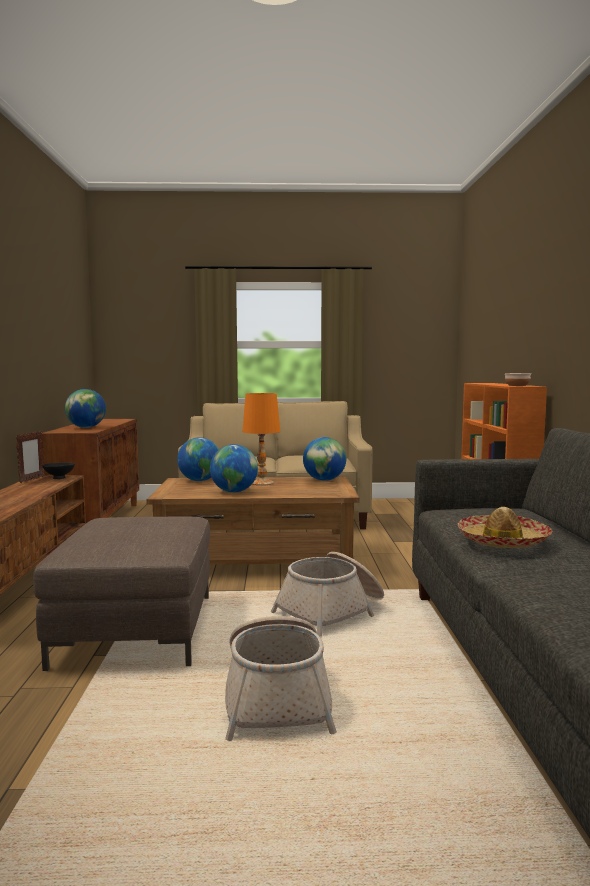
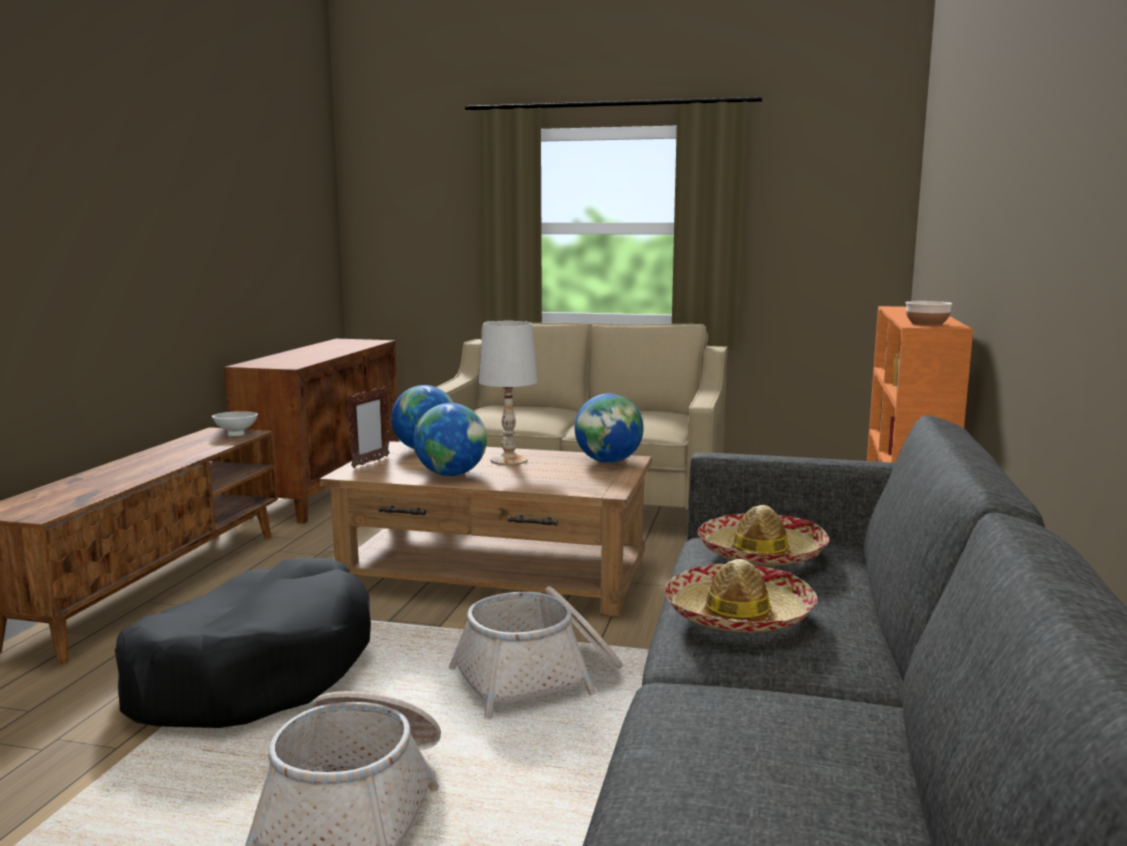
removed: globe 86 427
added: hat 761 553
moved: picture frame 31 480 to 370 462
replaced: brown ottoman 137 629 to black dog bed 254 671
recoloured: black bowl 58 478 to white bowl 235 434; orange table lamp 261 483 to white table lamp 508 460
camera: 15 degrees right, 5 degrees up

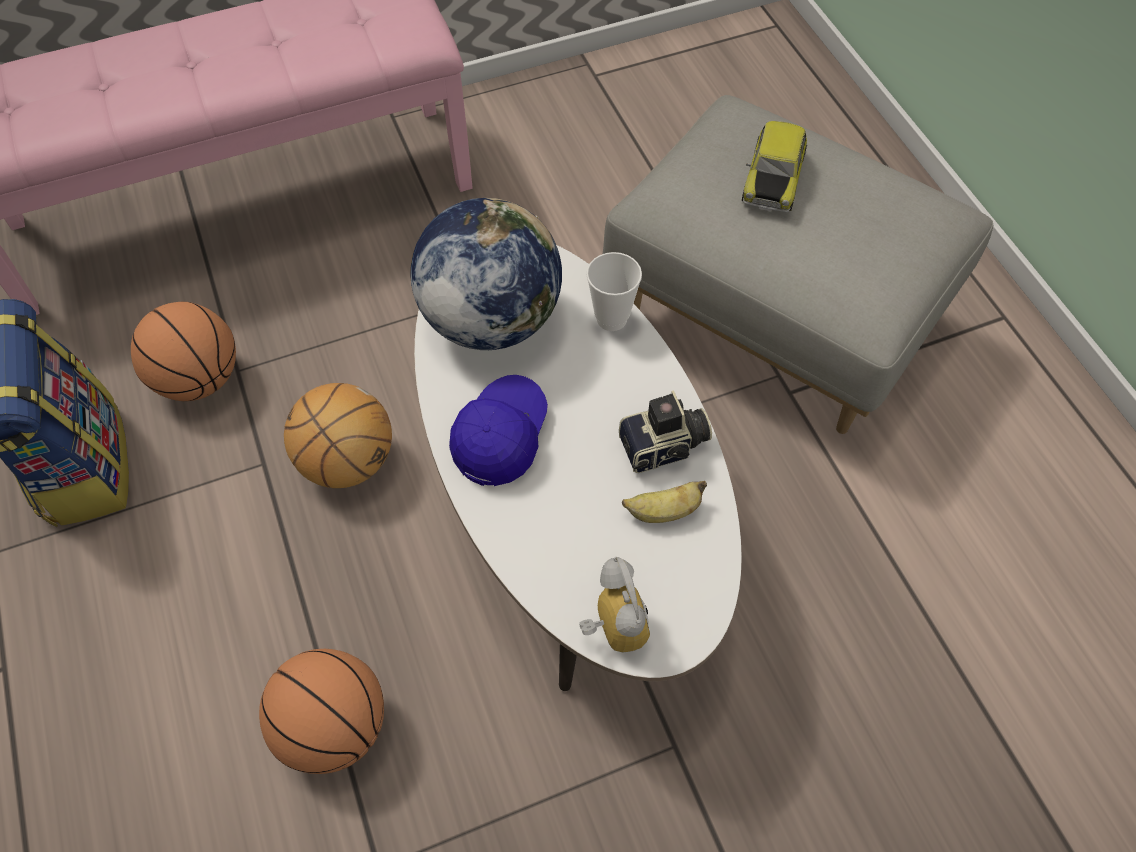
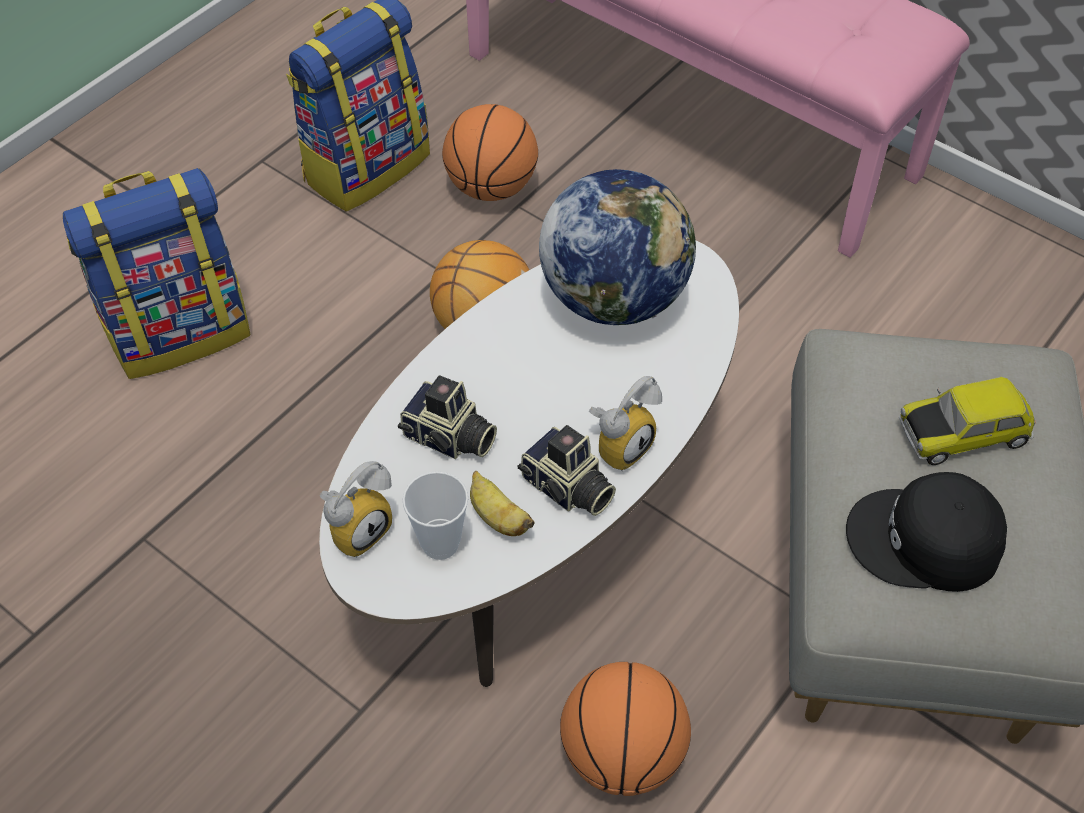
removed: blue cap 501 437
added: backpack 180 331; photo camera 449 439; alarm clock 620 444; black cap 925 542
moved: cup 611 318 to 440 544; basketball 334 727 to 622 753
camera: 60 degrees right, 5 degrees down

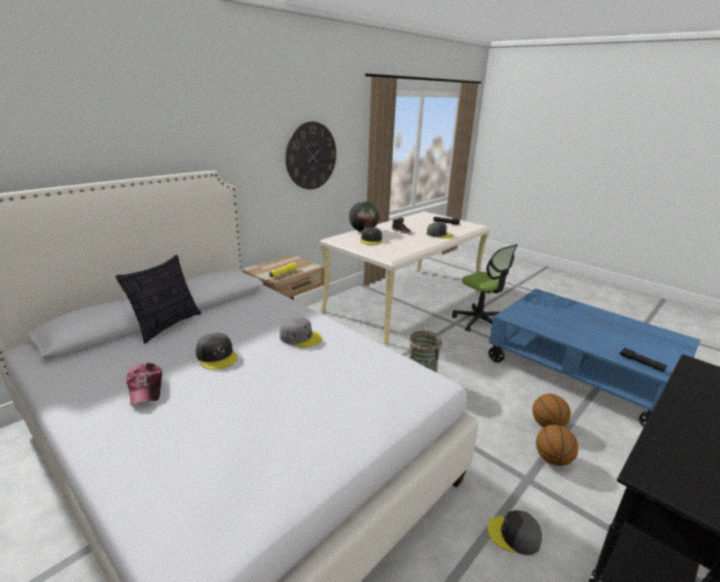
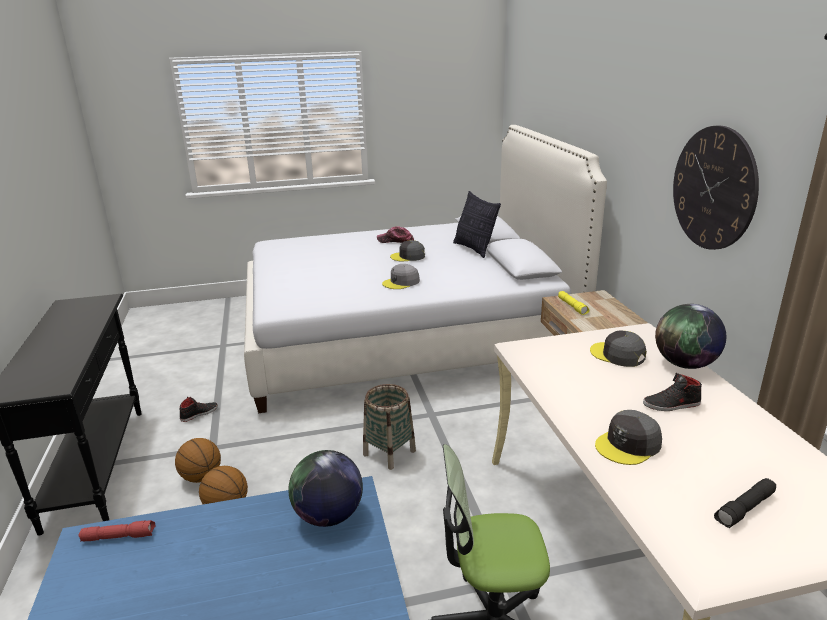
added: globe 328 516
replaced: grey cap 514 535 to black shoe 199 413
recoloured: black flashlight 641 363 to red flashlight 119 536
camera: 125 degrees right, 0 degrees up

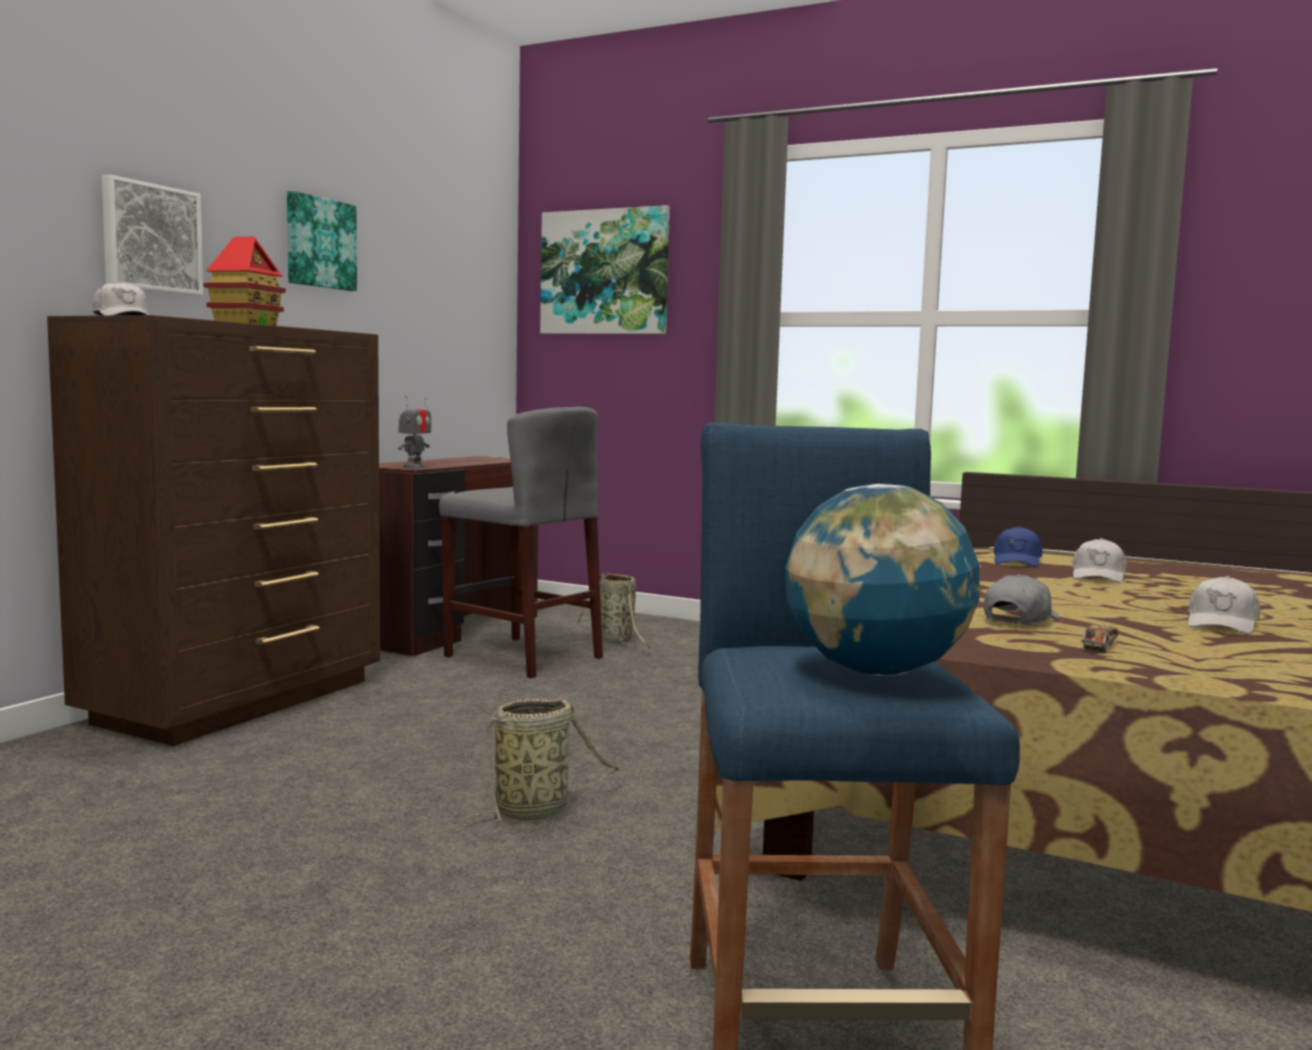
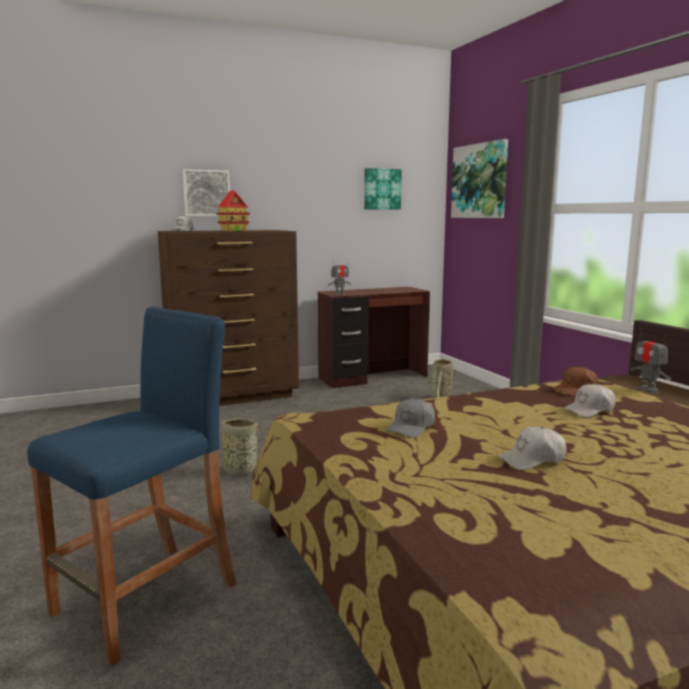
removed: grey stool 523 656; globe 876 672; toy car 1099 646
added: toy robot 647 390
moved: picture 319 243 to 382 189
recoloured: blue cap 1017 561 to brown cap 575 390
turned: grey cap 1020 619 = 411 427 135 degrees clockwise
camera: 40 degrees right, 5 degrees up

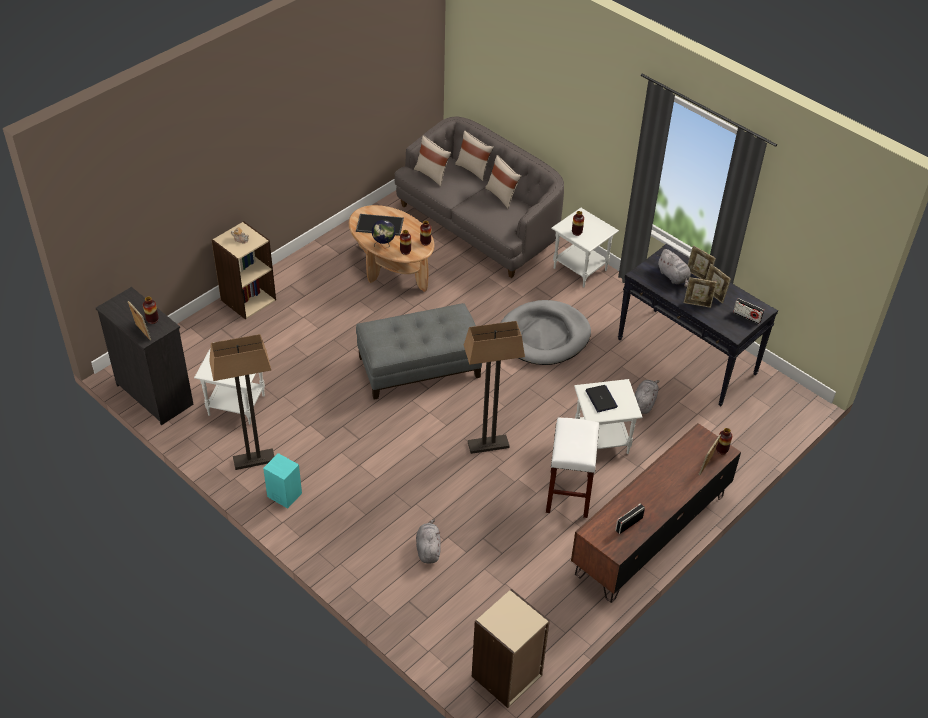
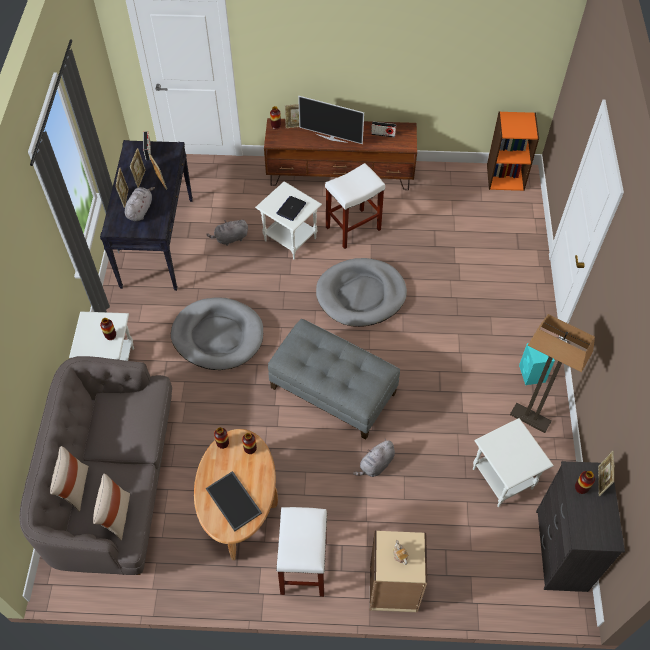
removed: globe 384 245; beige pillow 502 196
added: white stool 303 566; television 331 138
moved: grey plush toy 428 549 to 376 465
replaced: floor lamp 488 445 to grey dog bed 361 294
recoloured: beige bookcase 507 676 to orange bookcase 505 177
camera: 130 degrees left, 10 degrees up

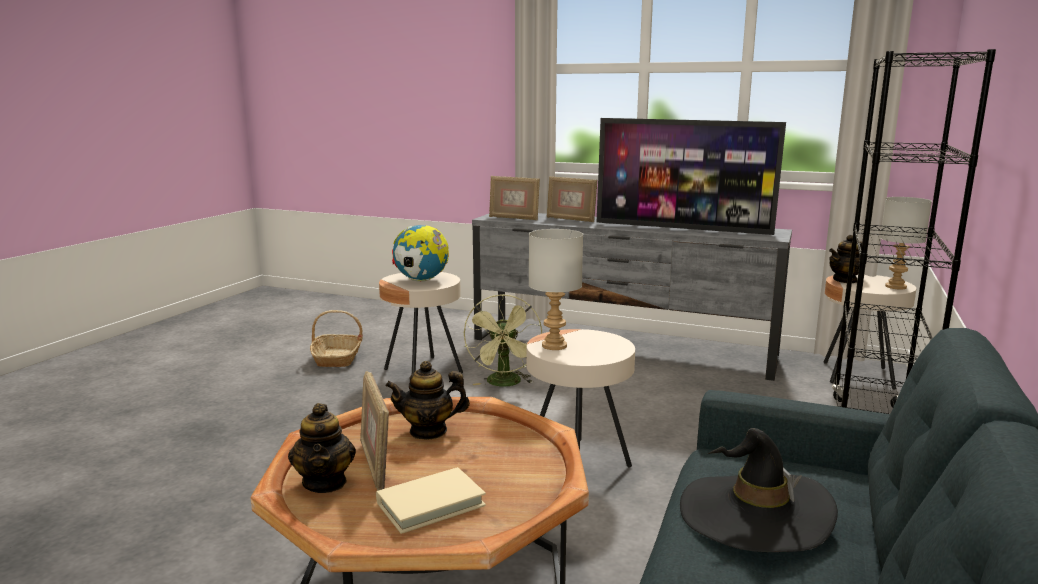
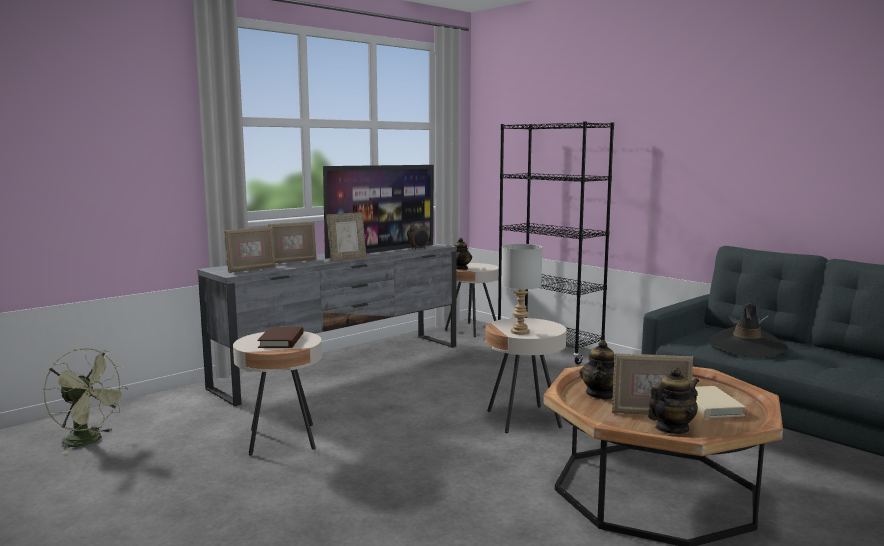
removed: basket 337 358; grey table lamp 896 287
added: picture frame 347 259; alarm clock 419 249
moved: green fan 505 384 to 89 441
replaced: globe 421 280 to brown book 281 341
turned: teapot 325 482 = 671 429 45 degrees counterclockwise
camera: 65 degrees left, 5 degrees down

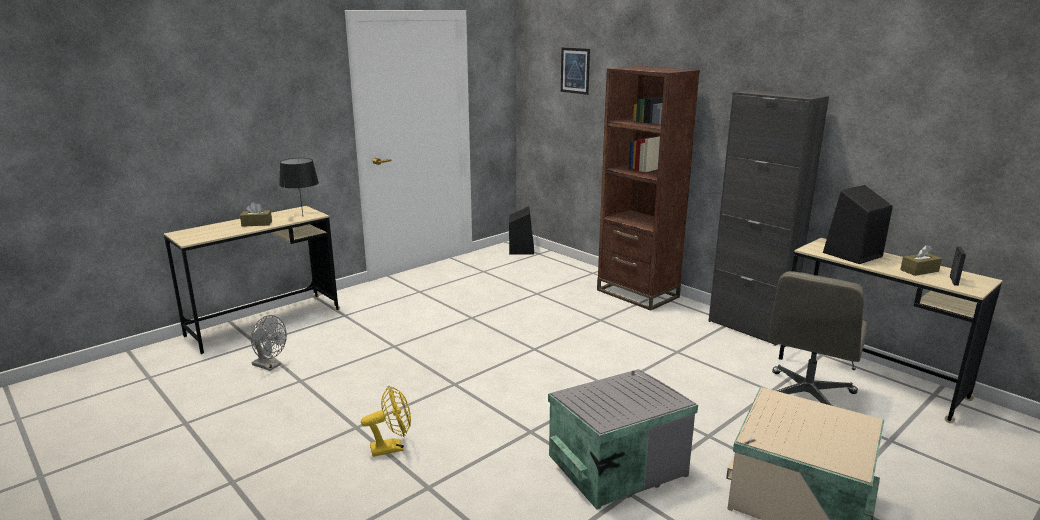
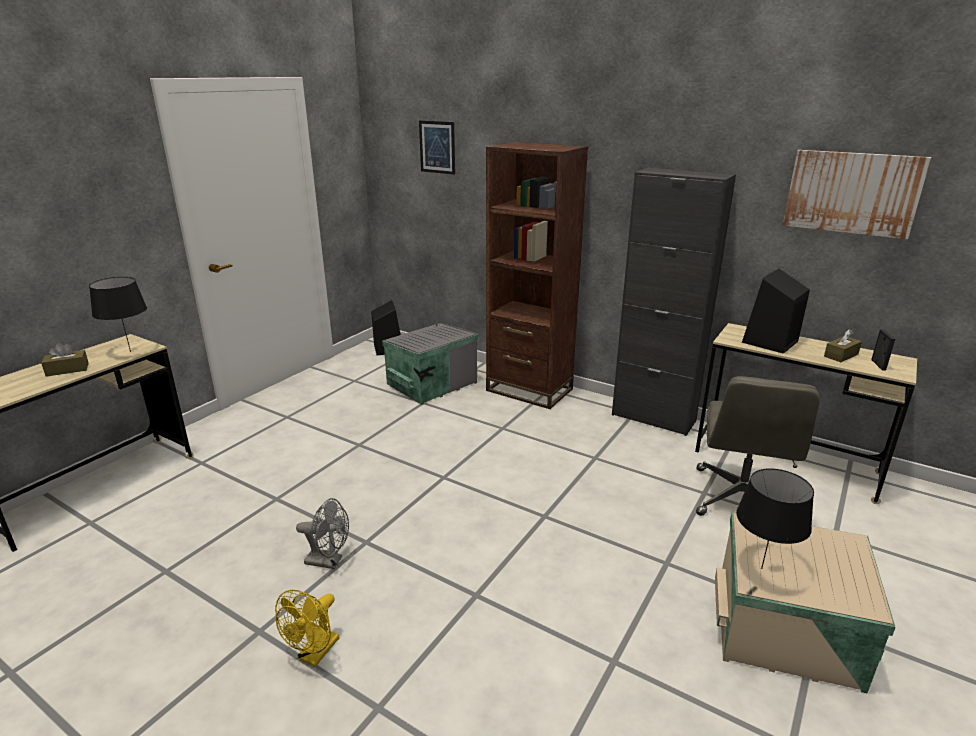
added: black table lamp 760 568; picture 852 193
moved: grey fan 270 366 to 329 561; grey storage box 614 464 to 430 383
turned: yellow fan 392 447 = 315 654 150 degrees clockwise
camera: 15 degrees left, 5 degrees up

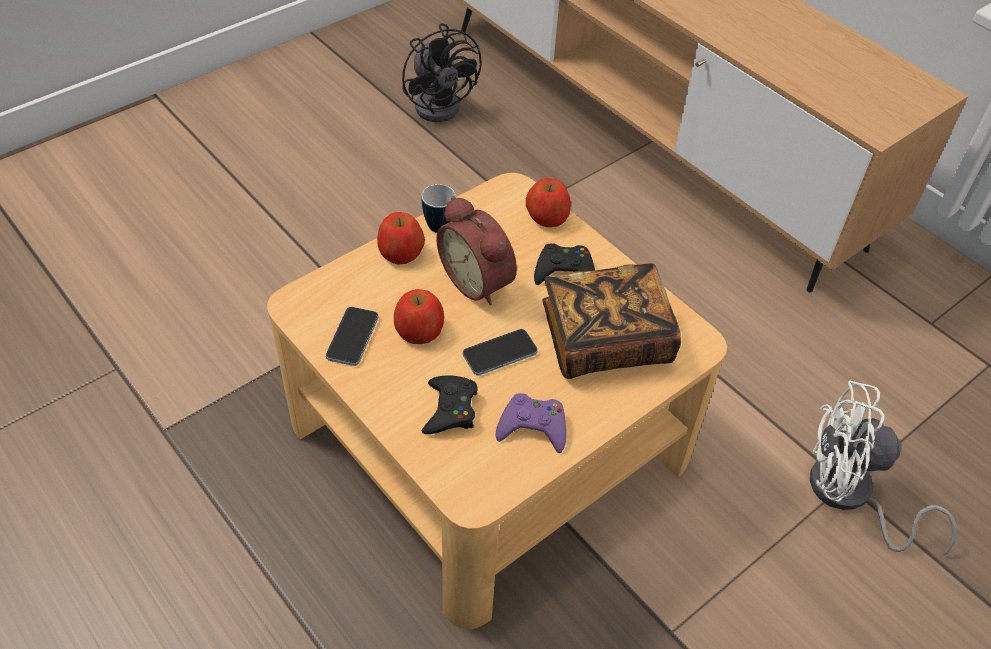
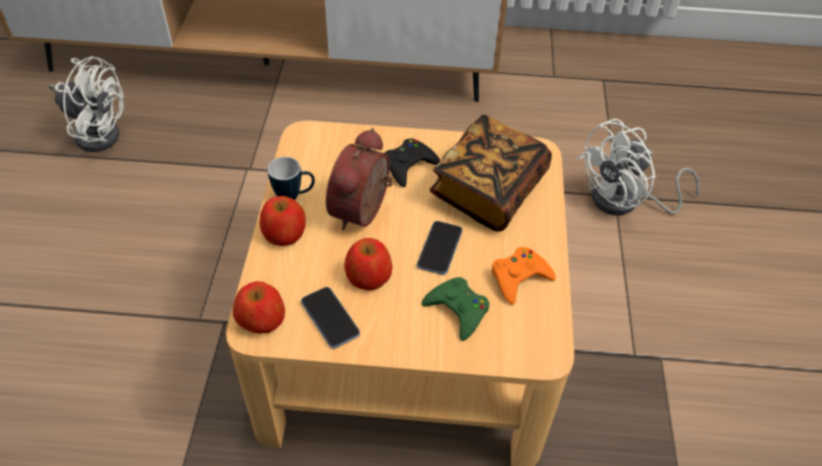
moved: apple 547 216 to 261 319
recoloured: black fan 442 103 to white fan 96 131; black game controller 450 409 to green game controller 458 310; purple game controller 533 427 to orange game controller 519 278
turned: alarm clock 479 281 = 364 212 105 degrees clockwise
camera: 45 degrees left, 0 degrees up

